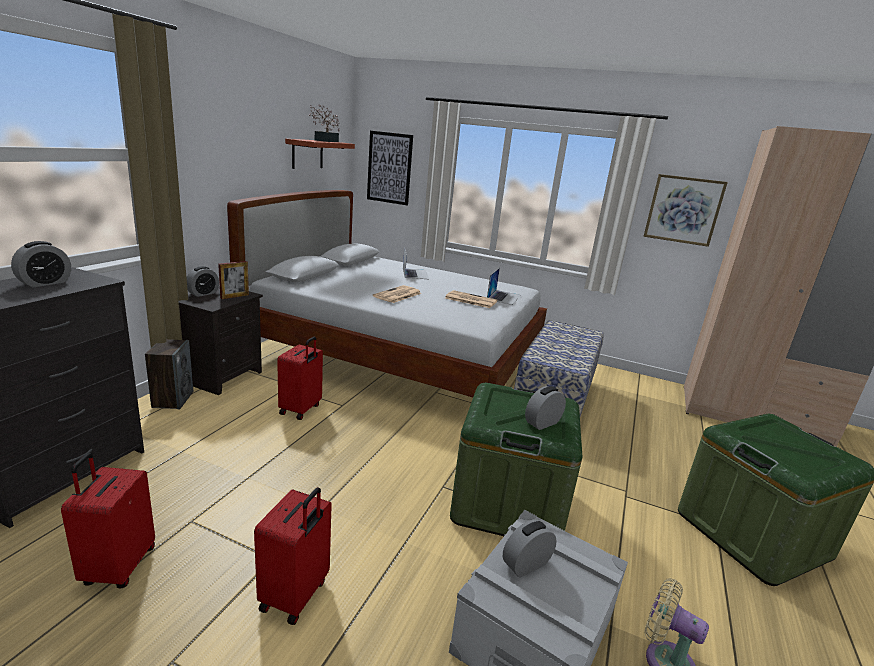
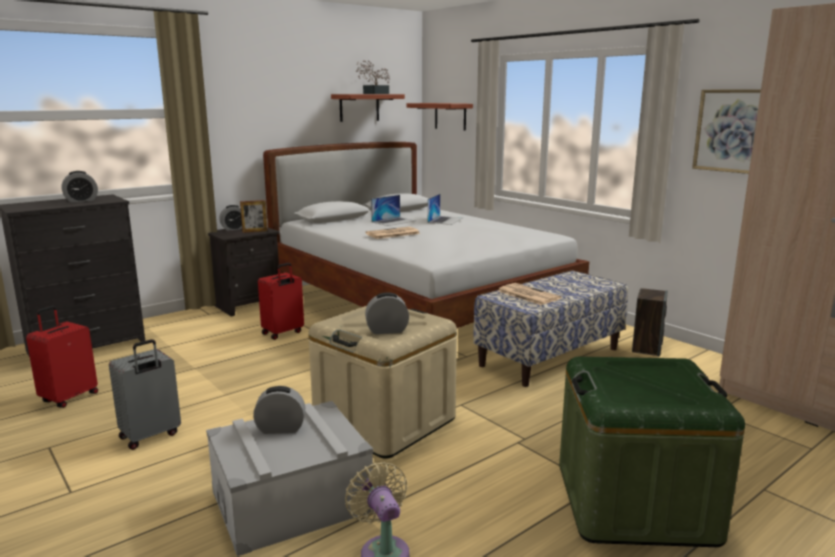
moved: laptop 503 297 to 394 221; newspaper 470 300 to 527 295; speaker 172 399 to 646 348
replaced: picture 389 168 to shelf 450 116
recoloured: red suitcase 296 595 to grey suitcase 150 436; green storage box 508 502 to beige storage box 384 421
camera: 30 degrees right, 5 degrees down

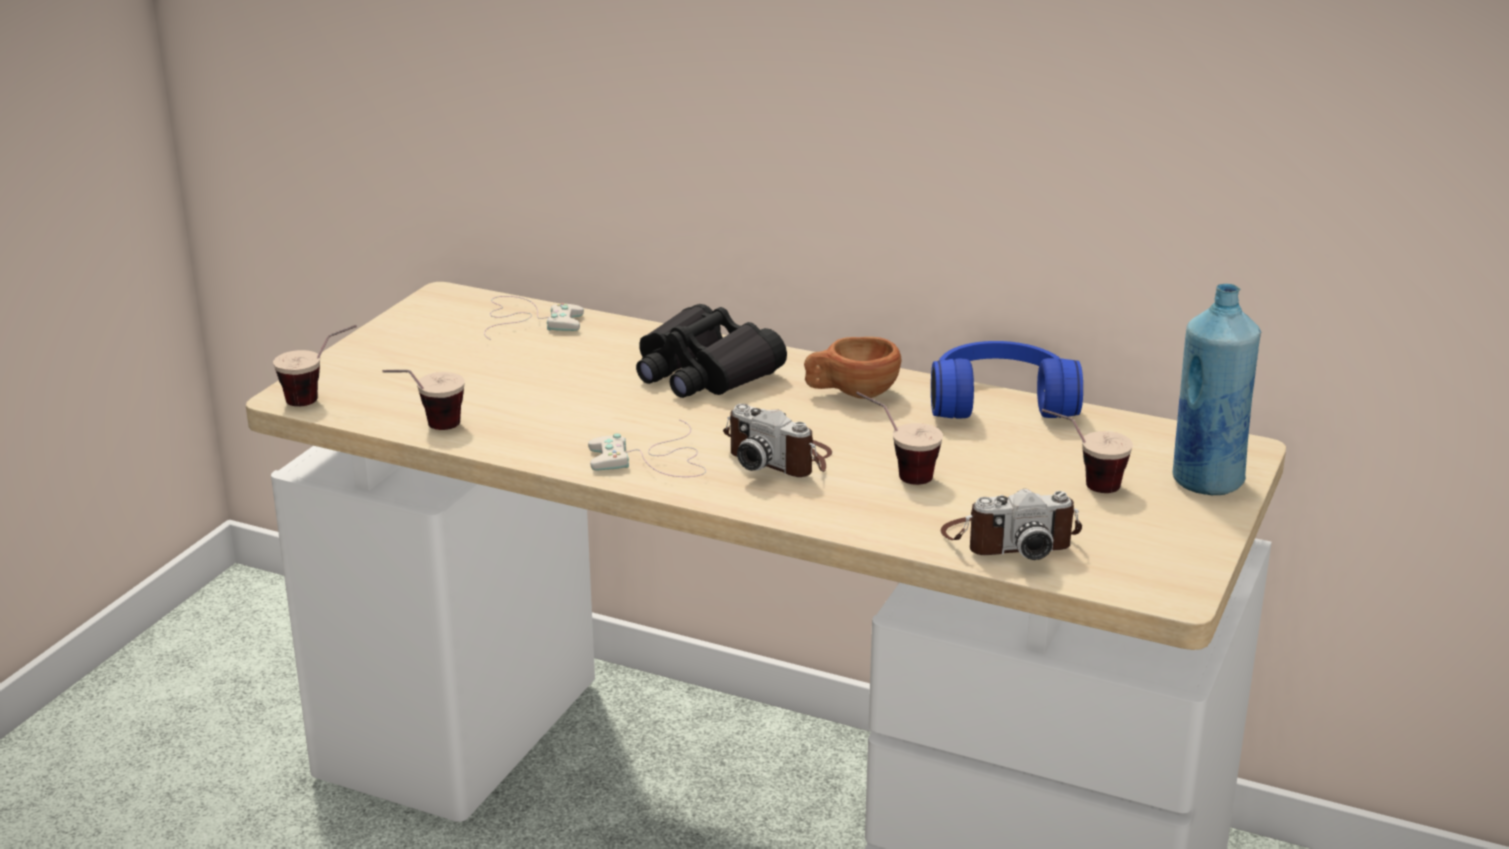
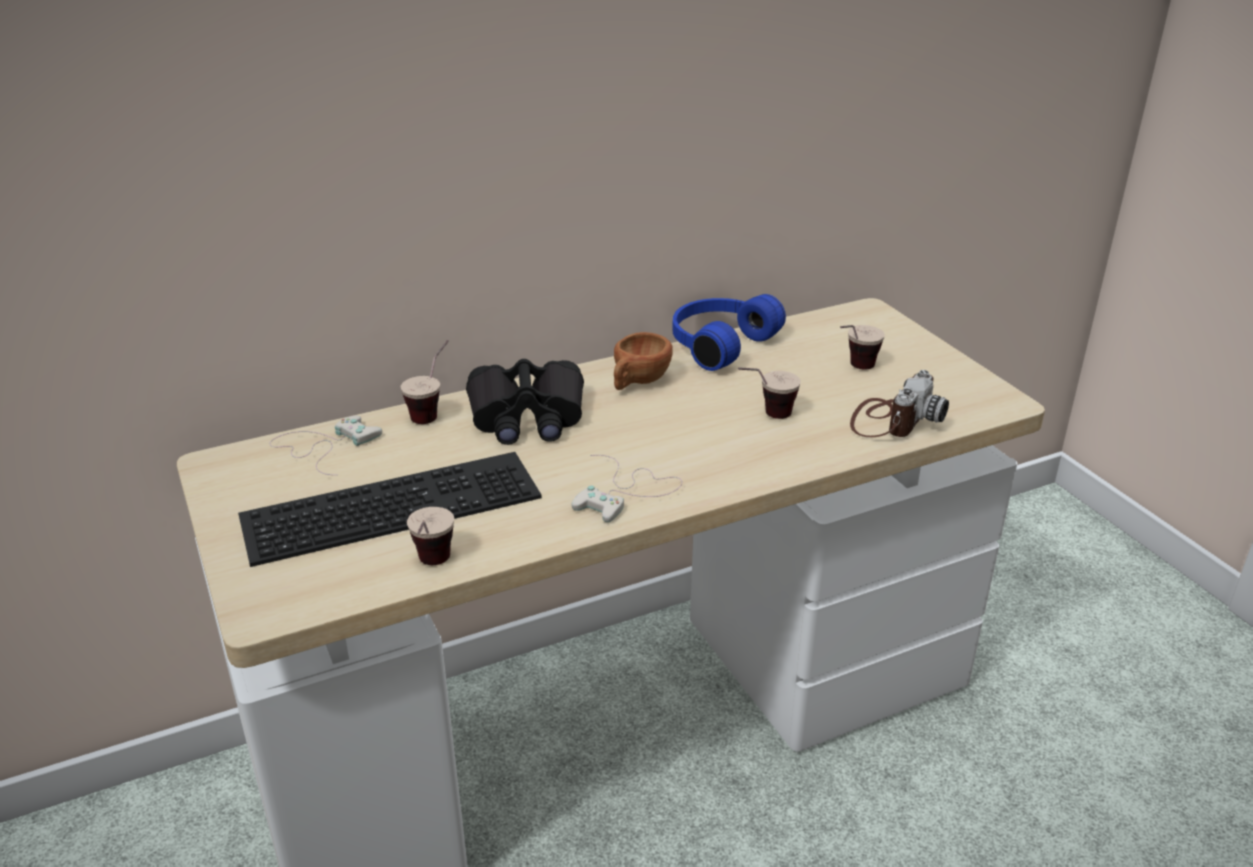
removed: photo camera 779 457; blue bottle 1206 481
added: keyboard 393 503
moved: cup 321 399 to 433 411
camera: 50 degrees left, 5 degrees up

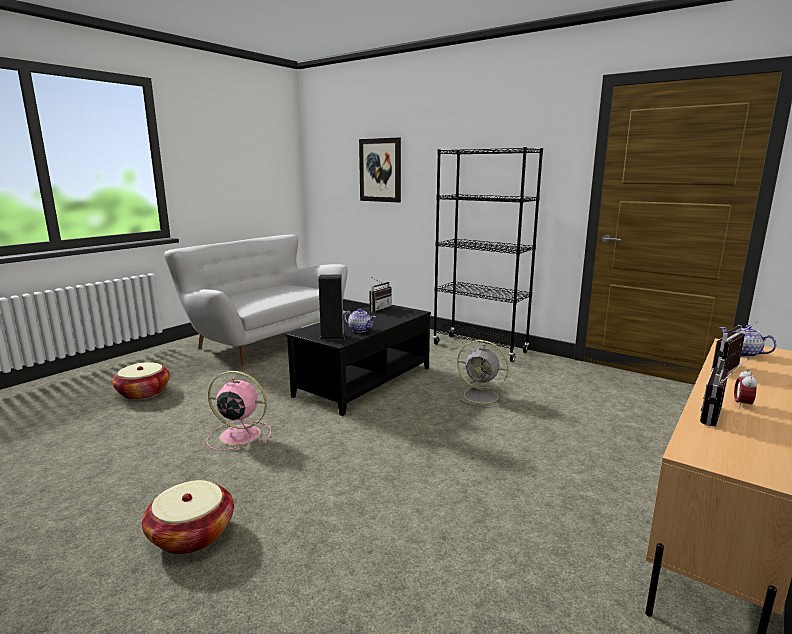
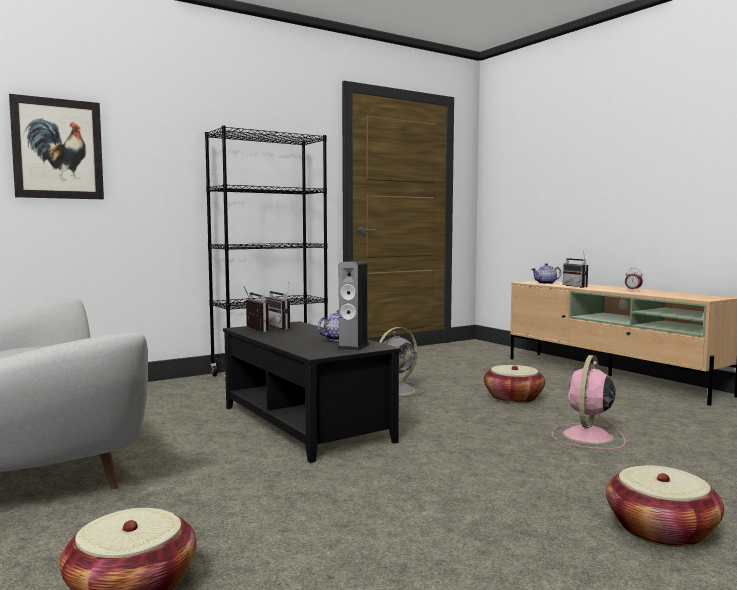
added: basket 513 398
moved: radio 719 418 to 282 327; pink fan 238 435 to 587 437
camera: 70 degrees left, 10 degrees down

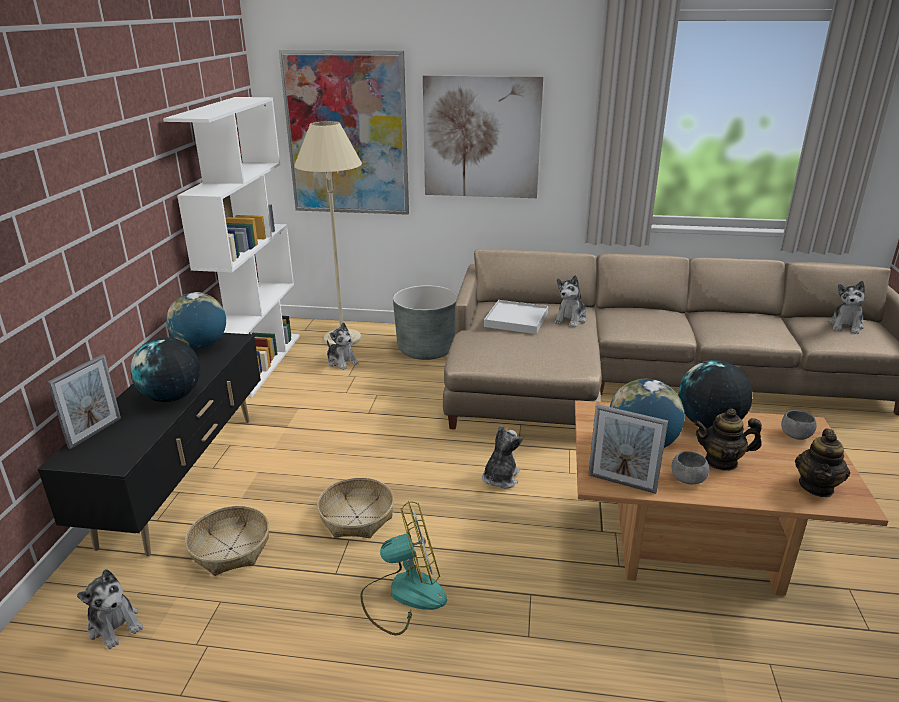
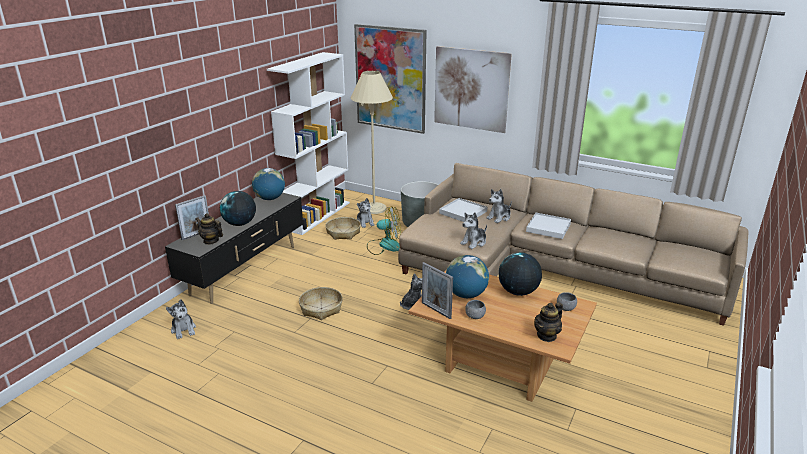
added: white tray 548 227
moved: teapot 721 461 to 211 241; basket 231 548 to 343 233; fan 403 594 to 384 245; plush toy 845 325 to 474 242
camera: 20 degrees right, 0 degrees up

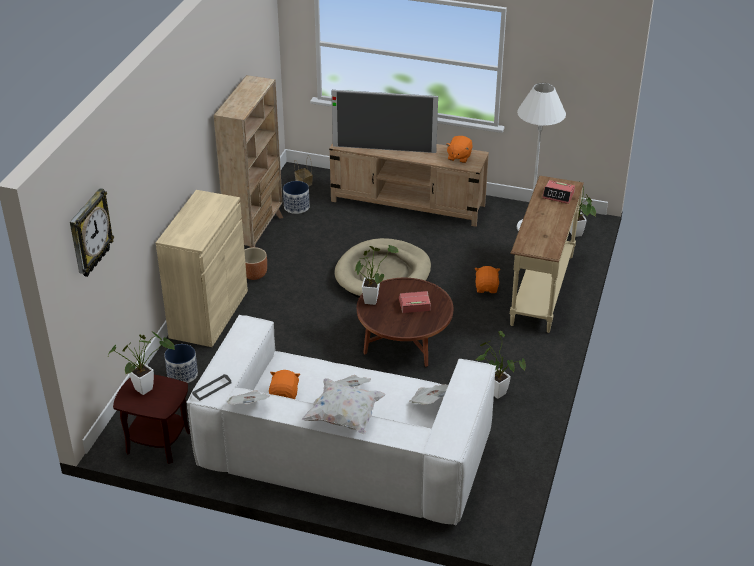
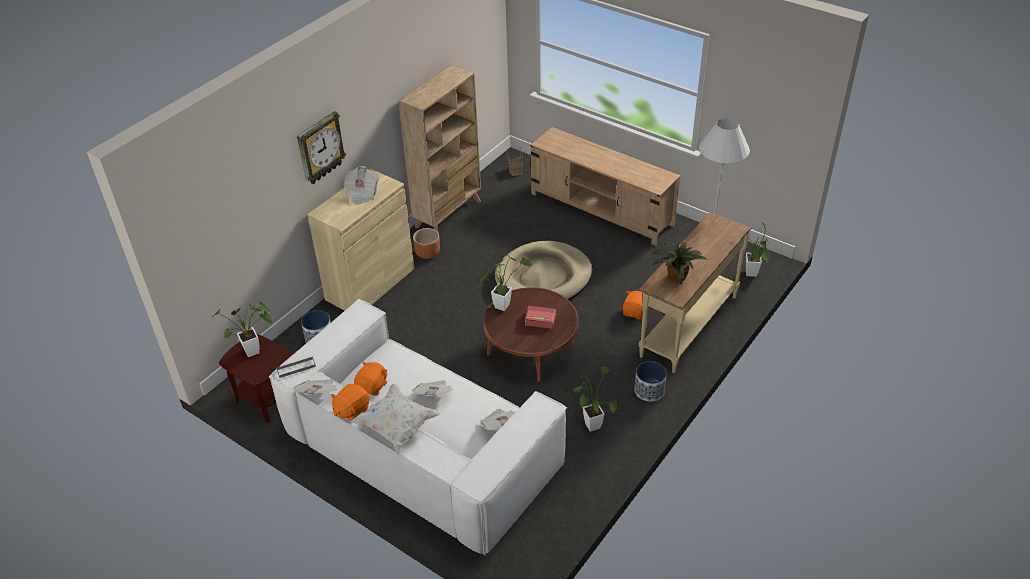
removed: television 384 149; alarm clock 558 195
added: newspaper 361 194; potted plant 675 276
moved: wall clock 89 233 to 320 148; orange plush toy 459 157 to 351 410; planter 296 207 to 649 390
camera: 20 degrees right, 5 degrees up

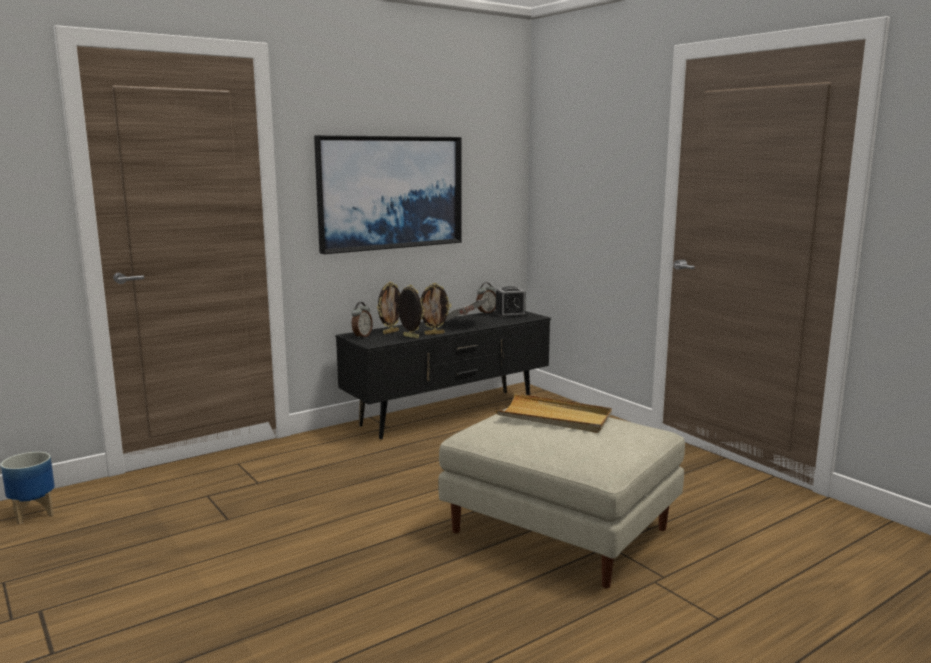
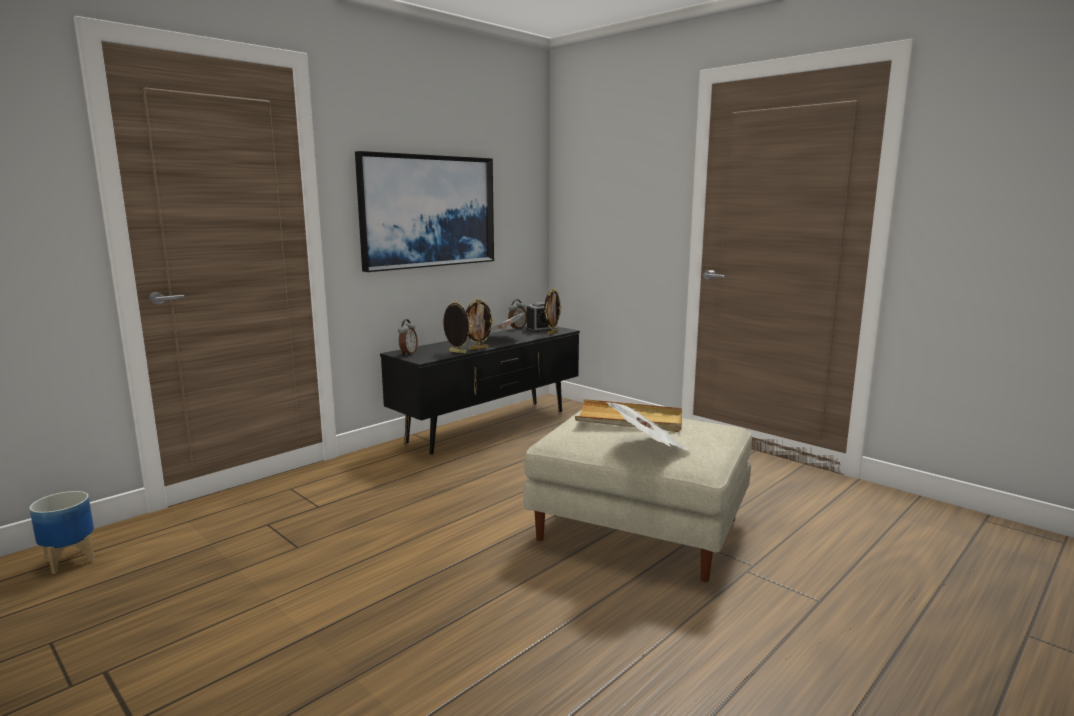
added: newspaper 647 446
moved: picture frame 390 332 to 552 333
camera: 10 degrees left, 0 degrees up

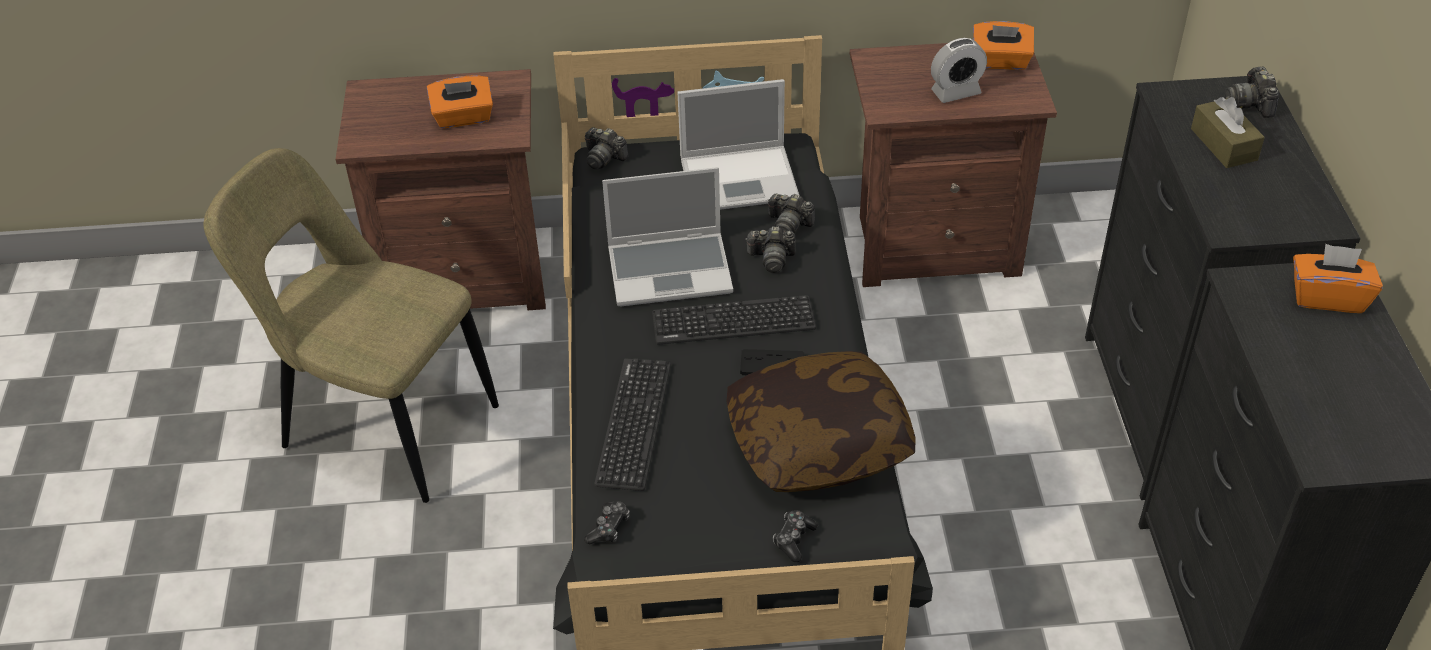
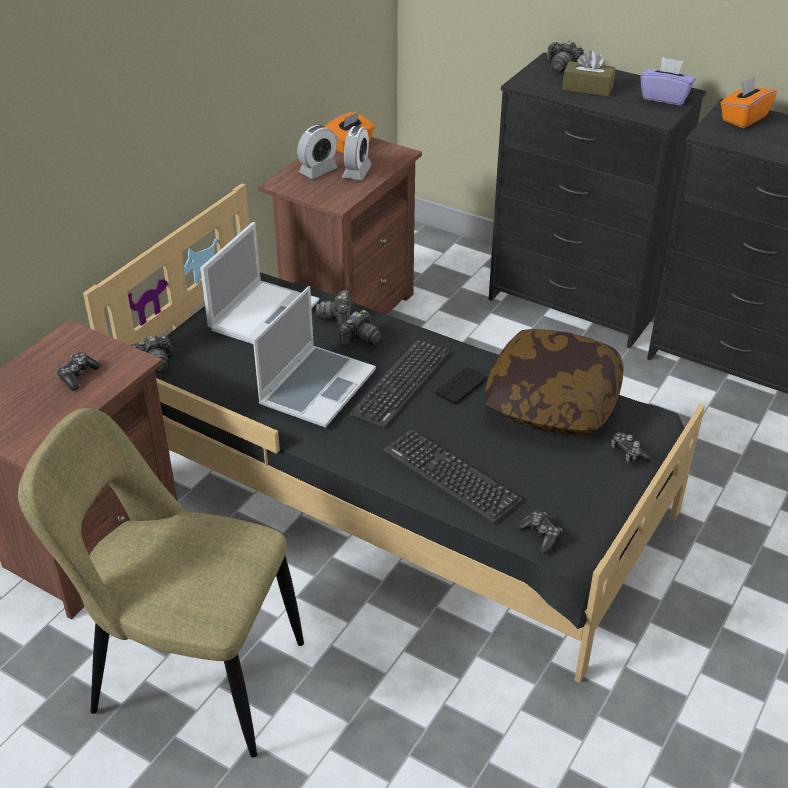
added: alarm clock 318 171; purple tissue box 665 98
replaced: orange tissue box 463 117 to game controller 78 376
turned: beige chair 381 424 = 189 676 45 degrees clockwise; photo camera 789 224 = 337 317 120 degrees clockwise
camera: 55 degrees left, 5 degrees down

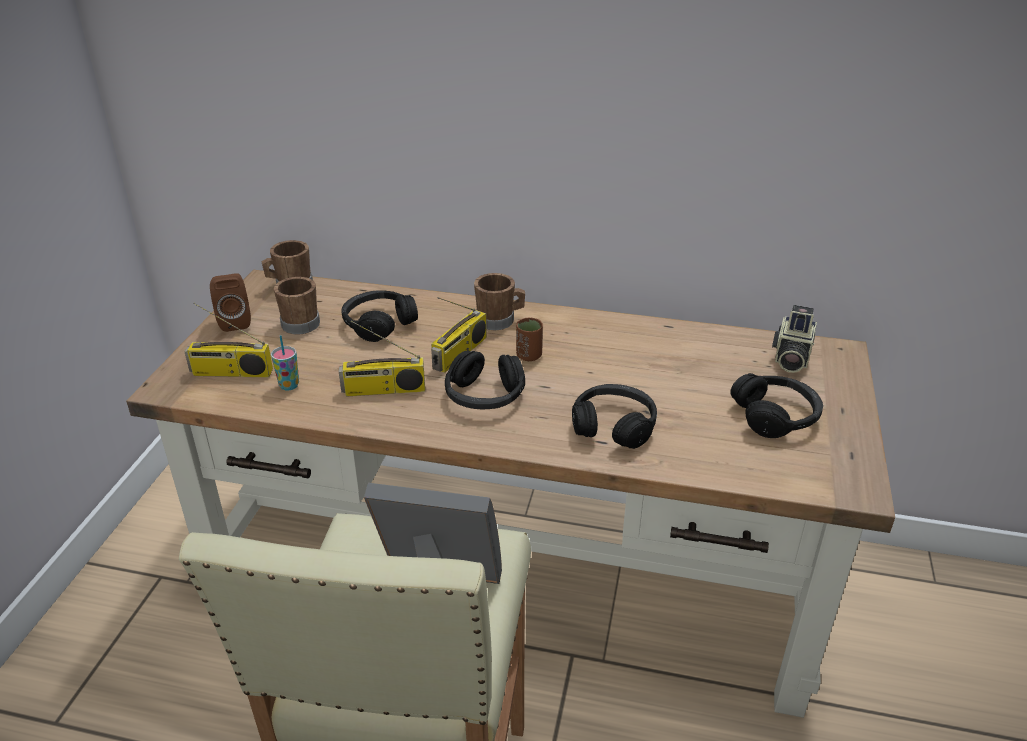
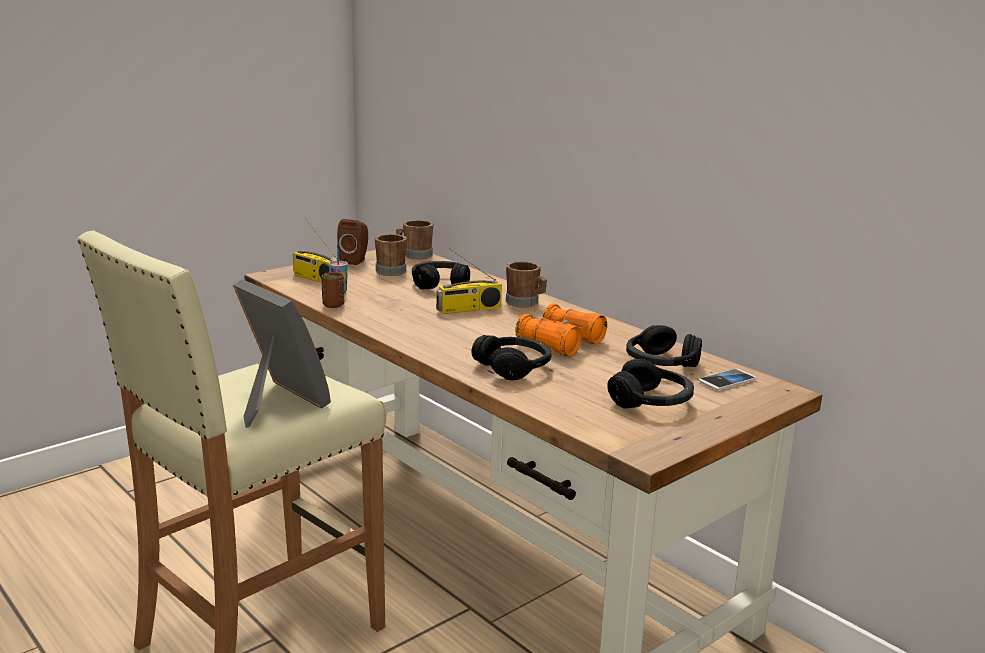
removed: radio 383 390
added: orange binoculars 561 343
moved: brown cup 529 356 to 333 305; black headphones 484 396 to 661 363
replaced: photo camera 790 358 to phone 727 381
camera: 35 degrees right, 15 degrees down

